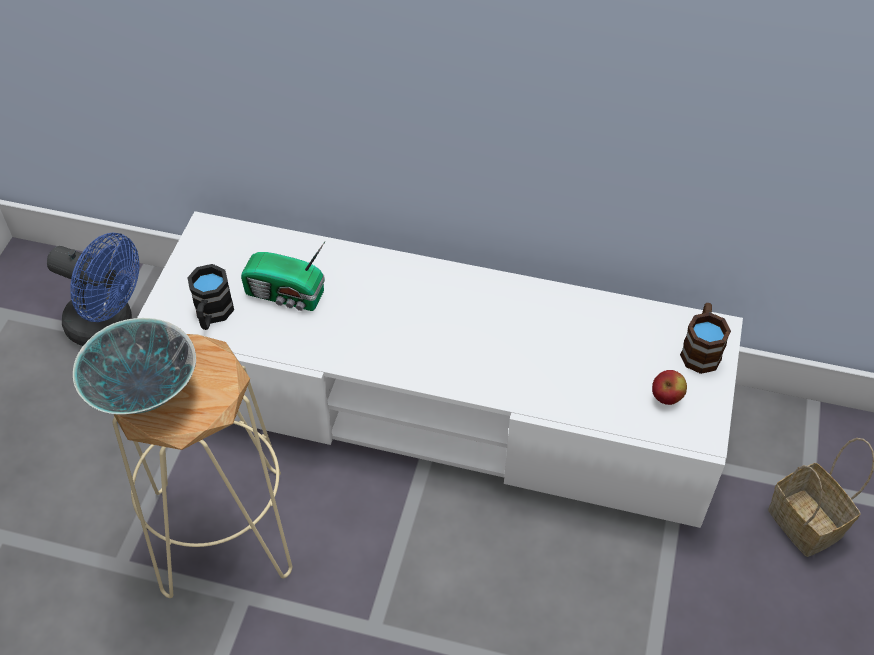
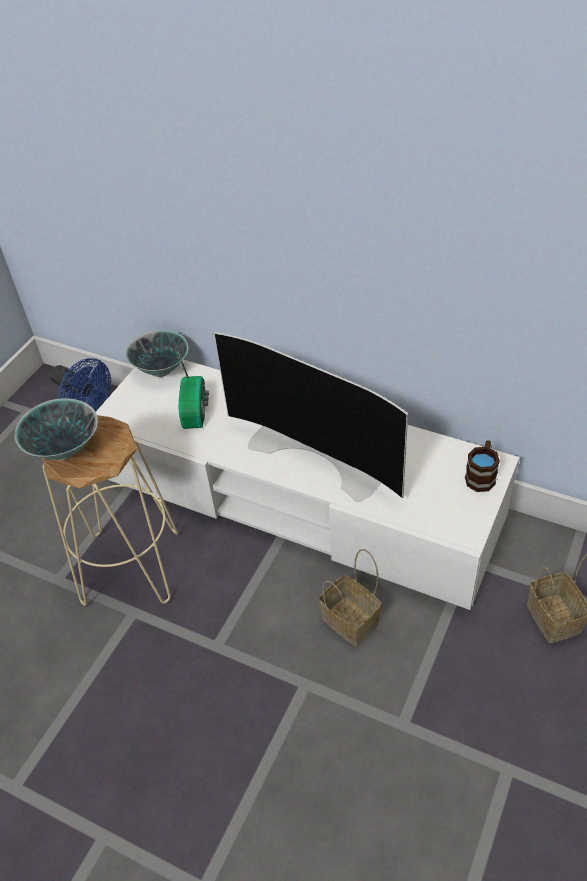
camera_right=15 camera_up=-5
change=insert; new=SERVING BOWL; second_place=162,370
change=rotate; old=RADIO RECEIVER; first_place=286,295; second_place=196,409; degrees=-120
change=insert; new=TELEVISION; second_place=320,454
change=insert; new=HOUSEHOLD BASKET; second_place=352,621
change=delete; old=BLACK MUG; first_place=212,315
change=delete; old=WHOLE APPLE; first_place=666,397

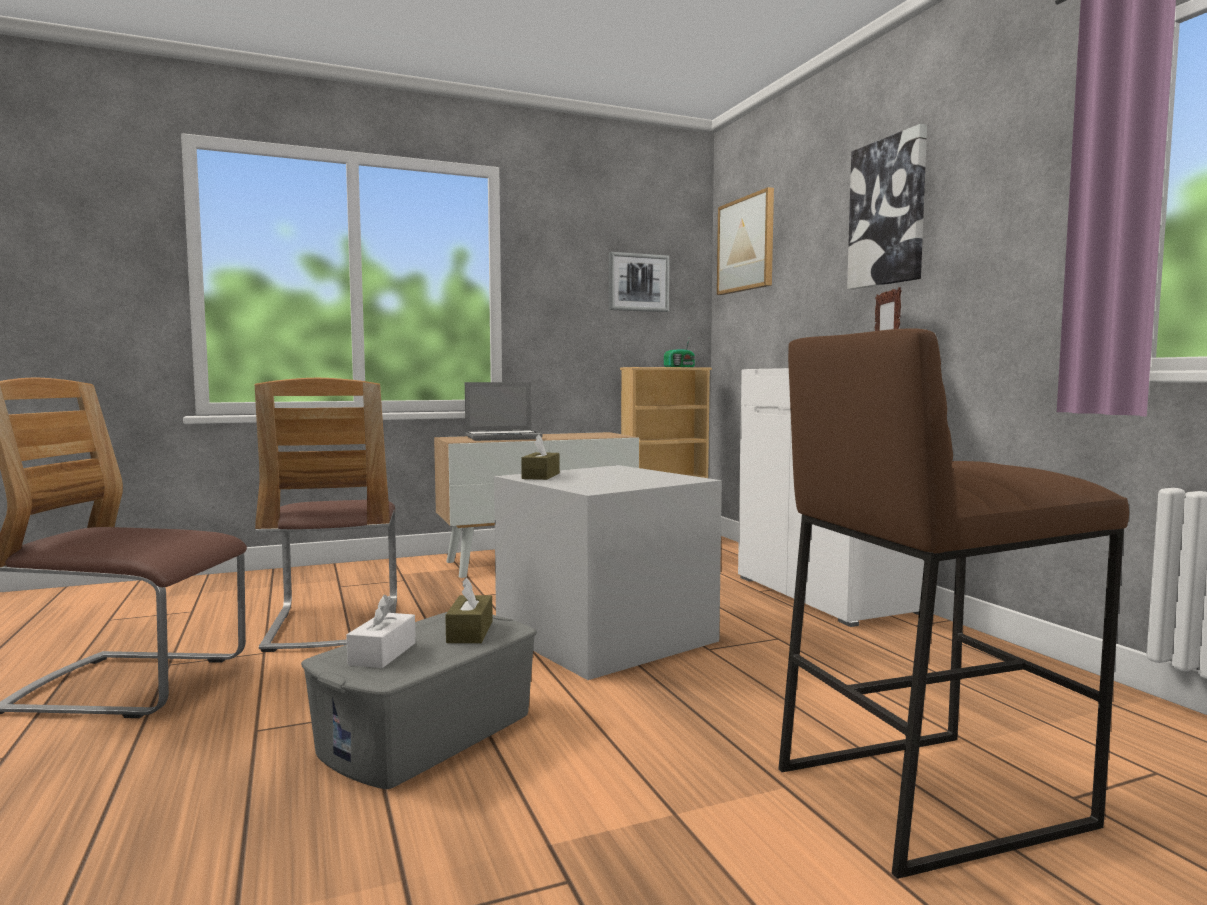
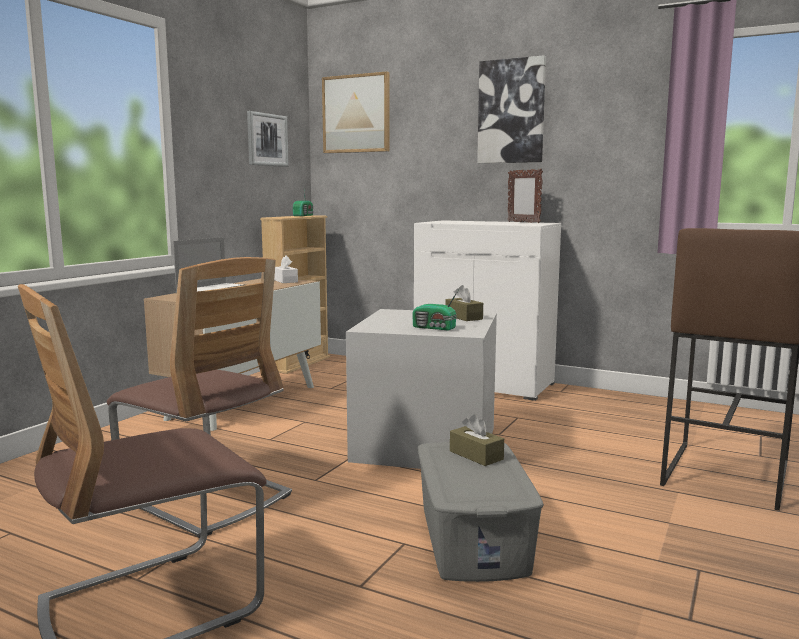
camera_right=-40 camera_up=5
change=move; old=WHITISH TISSUE BOX; first_place=382,654; second_place=285,281
change=insert; new=RADIO RECEIVER; second_place=435,328
change=move; old=BROWNISH TISSUE BOX; first_place=541,476; second_place=463,317

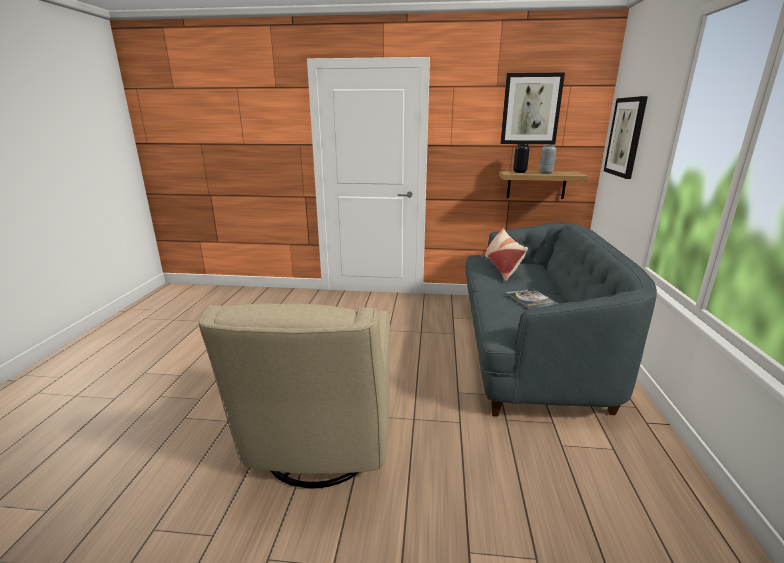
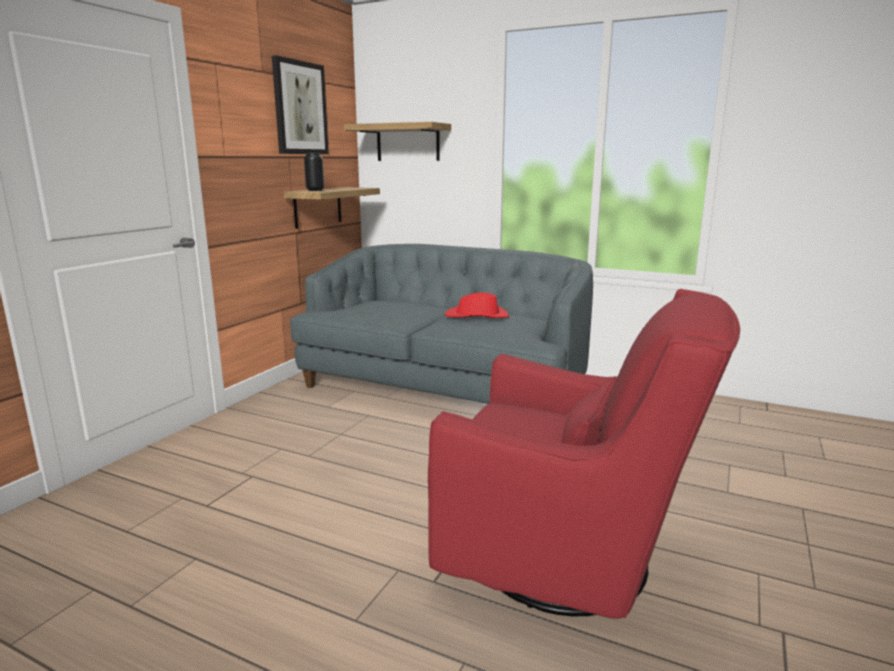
camera_right=-70 camera_up=-5
change=replace; old=WALL ART; new=WALL SHELF; first_place=625,137; second_place=408,143
change=recolor; old=BEIGE LOUNGE CHAIR; new=REDDISH LOUNGE CHAIR; first_place=320,448; second_place=569,559
change=replace; old=VOLUME; new=REDDISH HAT; first_place=532,300; second_place=477,316
change=delete; old=THROW PILLOW; first_place=502,267
change=delete; old=GREYISH DECORATIVE VASE; first_place=545,173

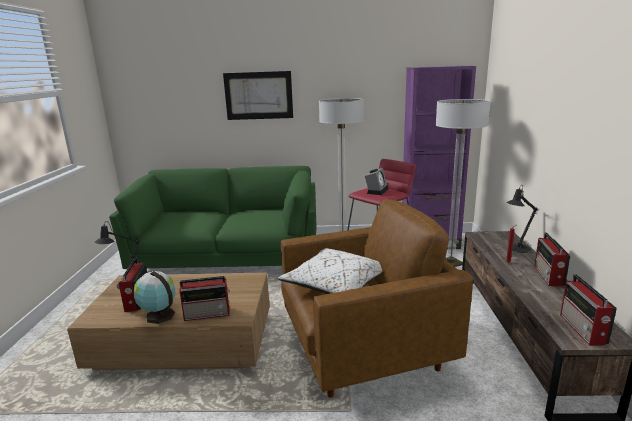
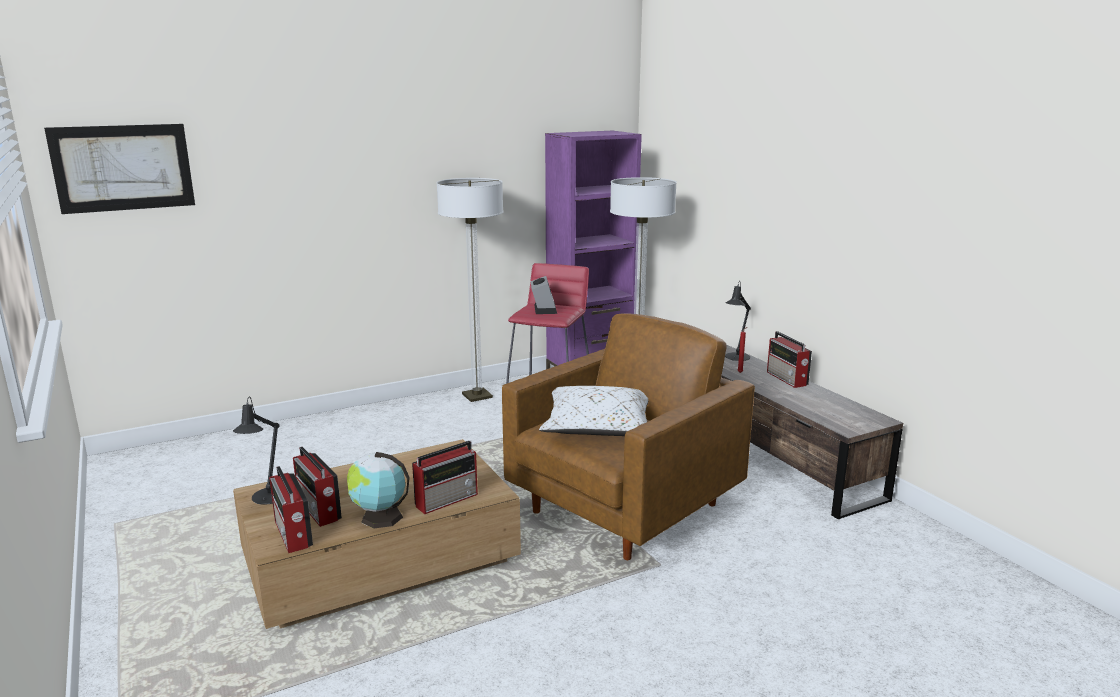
camera_right=-30 camera_up=0
change=move; old=WALL ART; first_place=258,95; second_place=123,168
change=move; old=RADIO RECEIVER; first_place=583,330; second_place=293,535
change=delete; old=GREEN-COLOURED COUCH; first_place=229,257

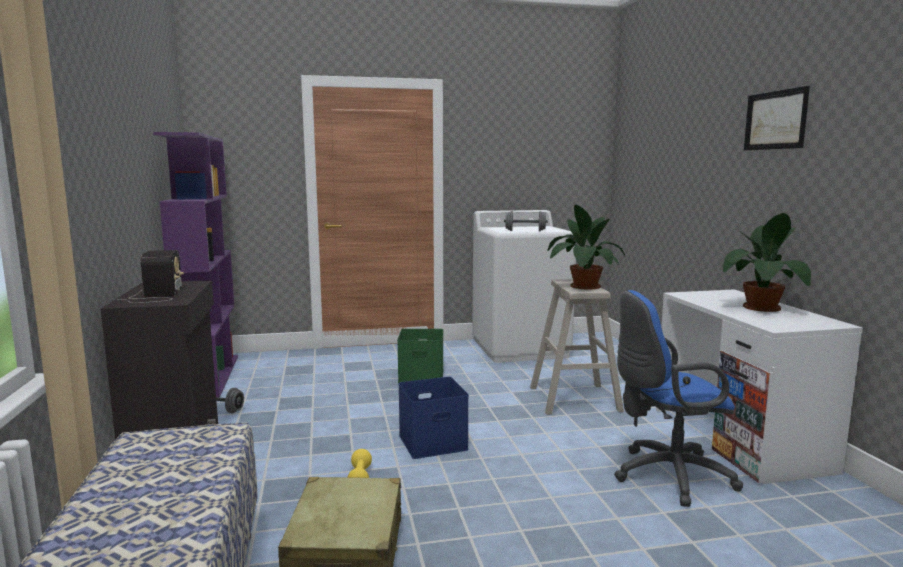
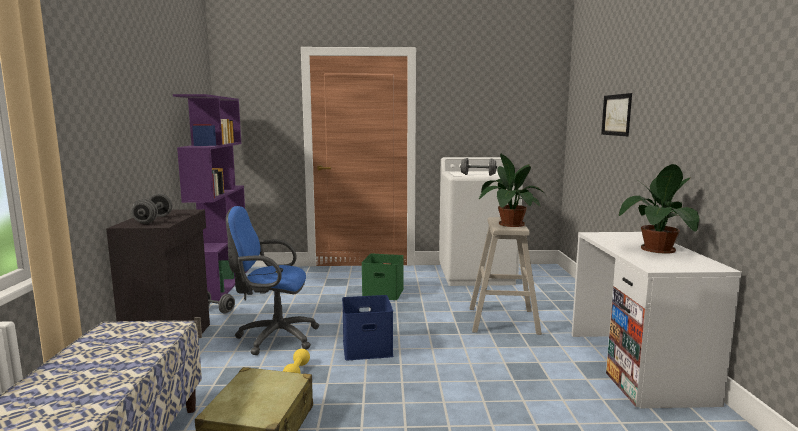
camera_right=10 camera_up=0
change=replace; old=RADIO RECEIVER; new=GREYISH DUMBBELL; first_place=156,295; second_place=153,220
change=move; old=BLUISH COMPUTER CHAIR; first_place=666,476; second_place=273,337
change=move; old=WALL ART; first_place=775,120; second_place=616,115

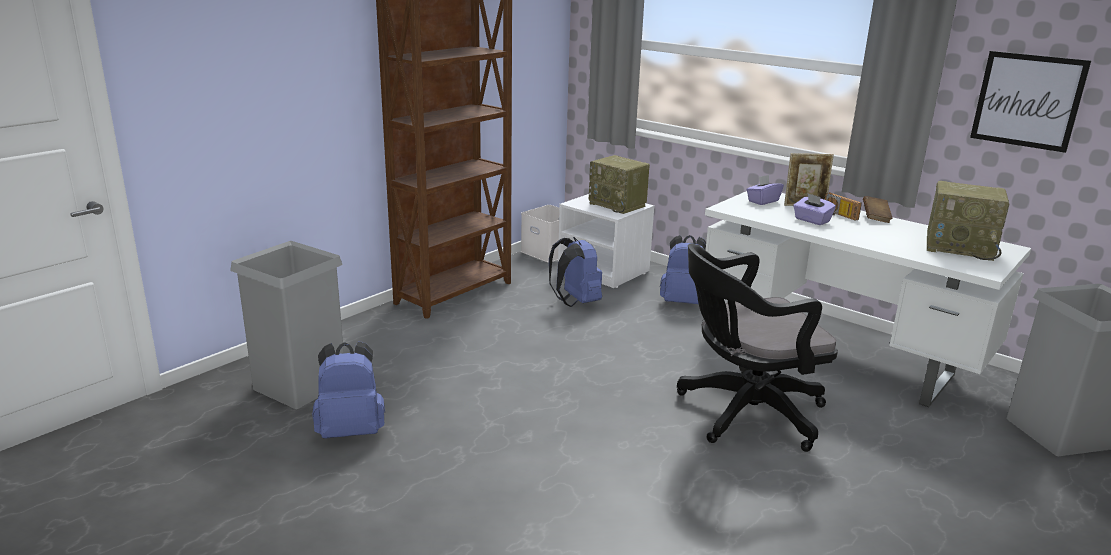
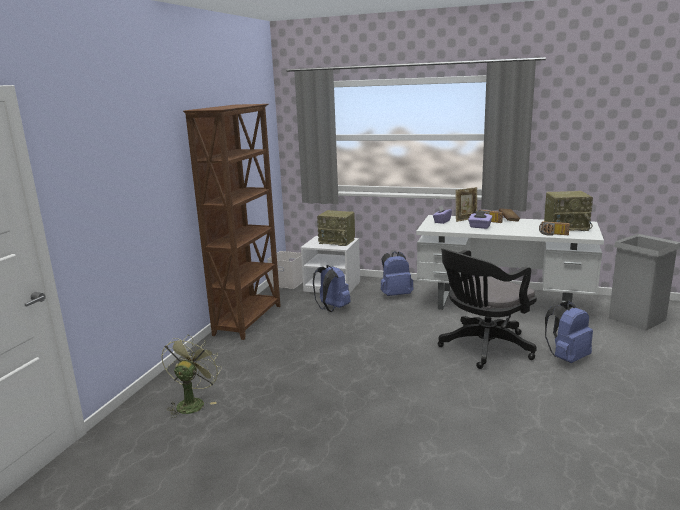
camera_right=-20 camera_up=-5
change=replace; old=GREYISH WASTE BIN; new=GREEN-COLOURED FAN; first_place=300,385; second_place=192,403
change=insert; new=RADIO RECEIVER; second_place=553,234
change=move; old=BLUISH RUCKSACK; first_place=351,430; second_place=567,358
change=delete; old=WALL ART; first_place=1027,100

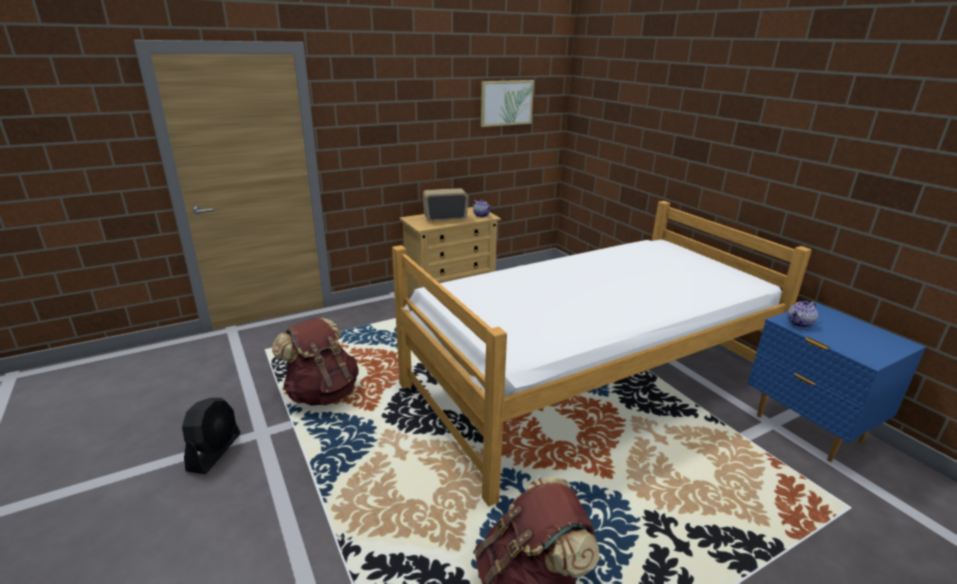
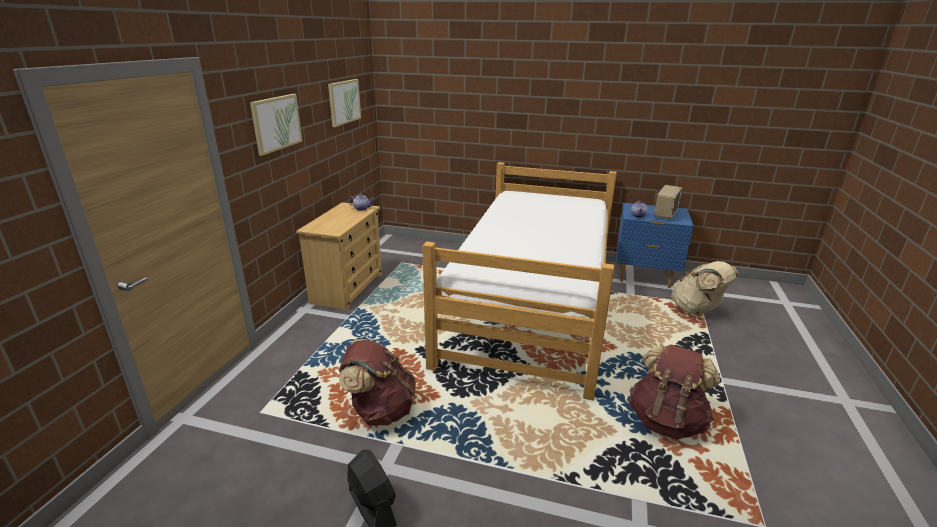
camera_right=-45 camera_up=0
change=insert; new=WALL ART; second_place=276,123
change=move; old=RADIO RECEIVER; first_place=445,219; second_place=664,214
change=insert; new=BEIGE RUCKSACK; second_place=697,310

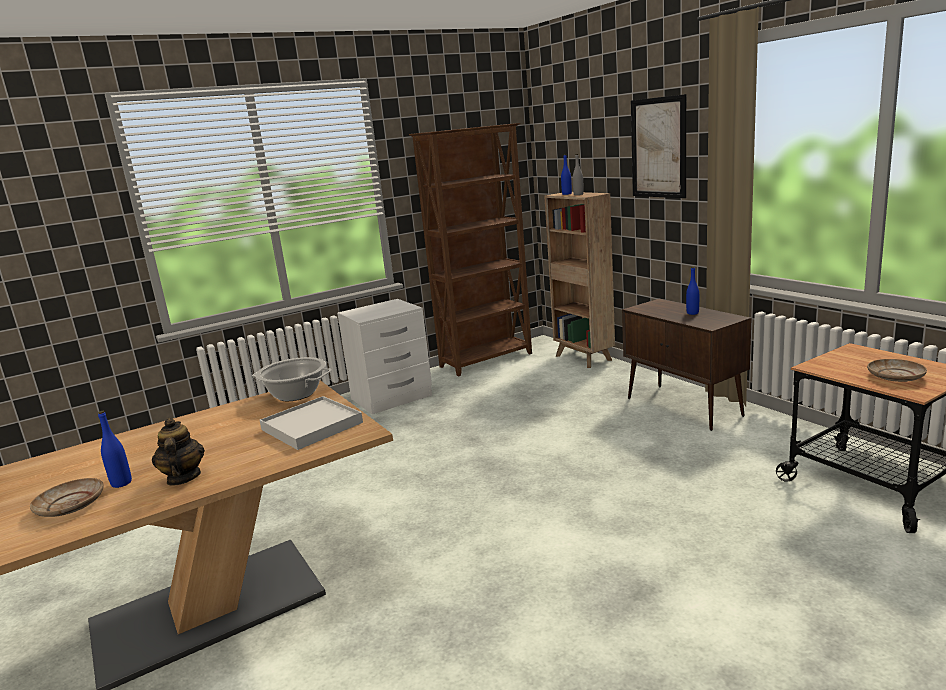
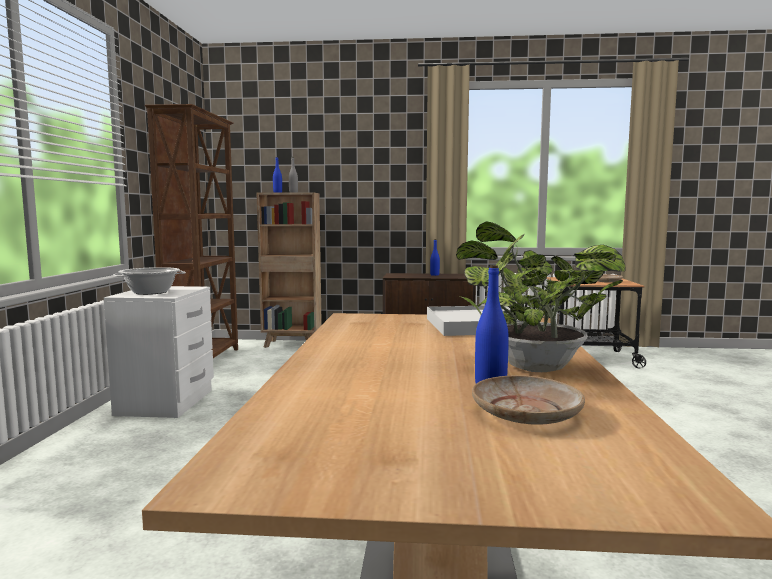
camera_right=-55 camera_up=-10
change=move; old=COOKING POT; first_place=295,394; second_place=150,292
change=replace; old=POT FOR TEA; new=POTTED PLANT; first_place=183,478; second_place=529,366
change=delete; old=WALL ART; first_place=658,148

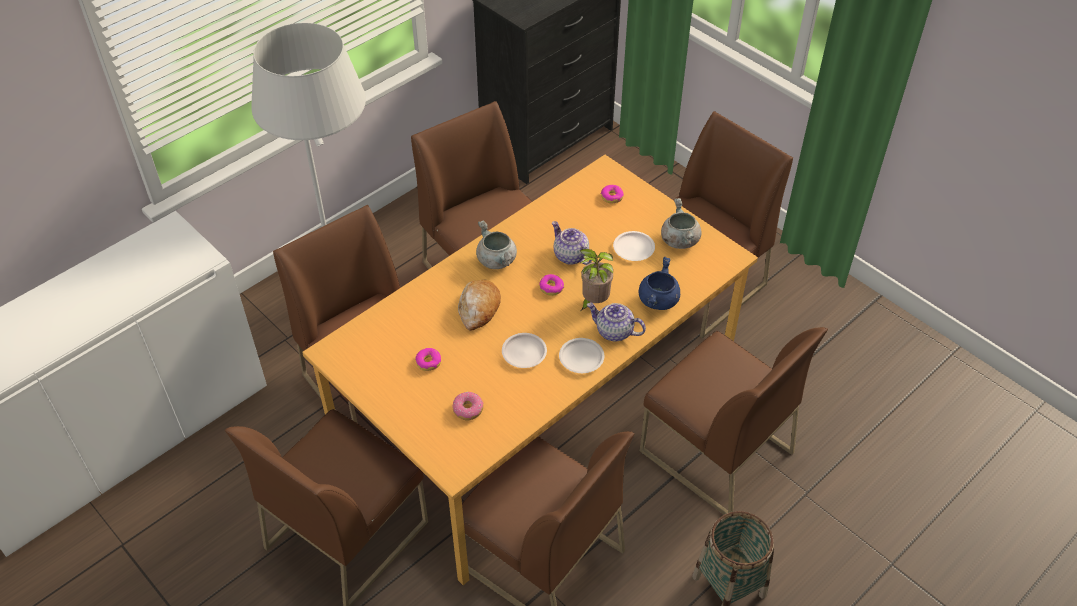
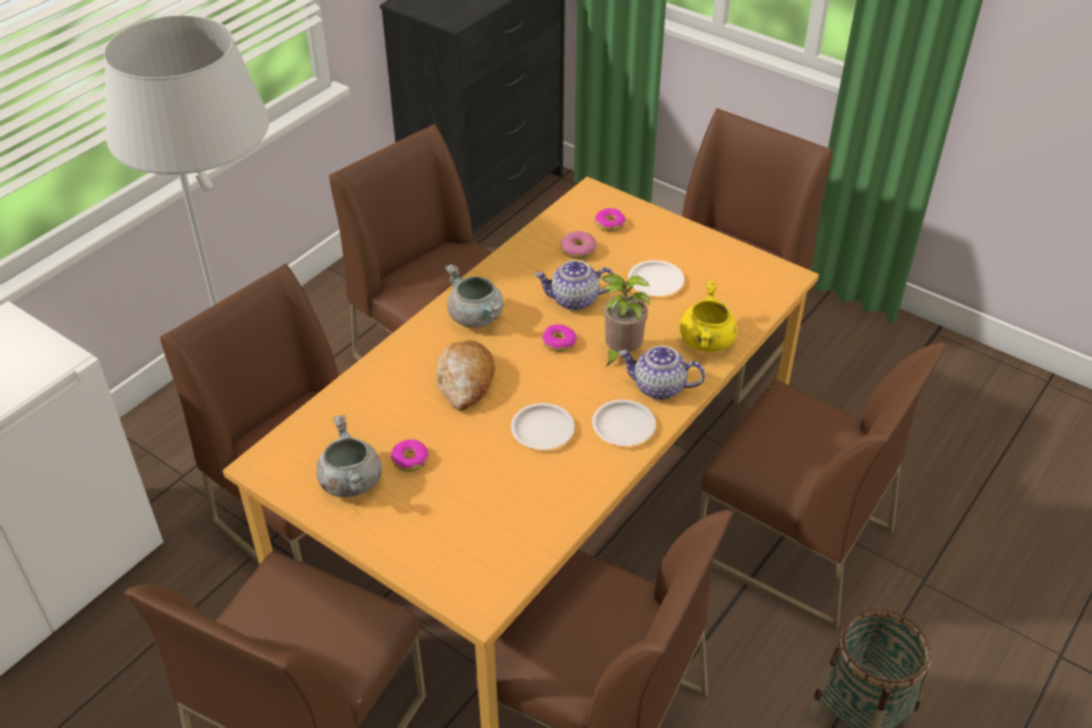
camera_right=-10 camera_up=-5
change=move; old=GREYISH COOKING POT; first_place=679,240; second_place=350,481
change=rotate; old=POT FOR TEA; first_place=570,256; second_place=574,300; degrees=-45
change=move; old=RING DOUGHNUT; first_place=468,409; second_place=578,250
change=recolor; old=BLUISH COOKING POT; new=YELLOW COOKING POT; first_place=658,301; second_place=707,342

